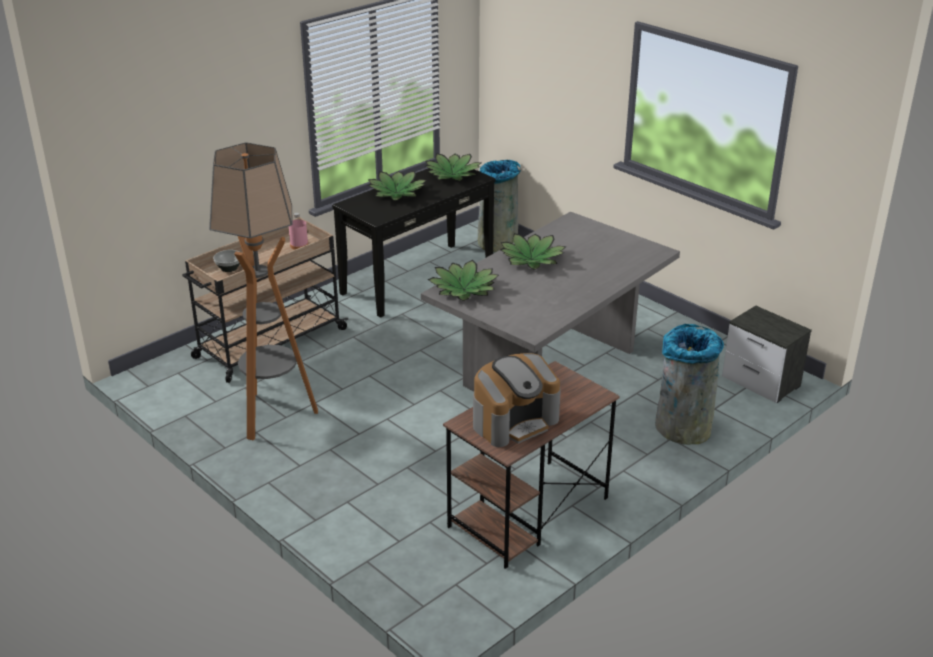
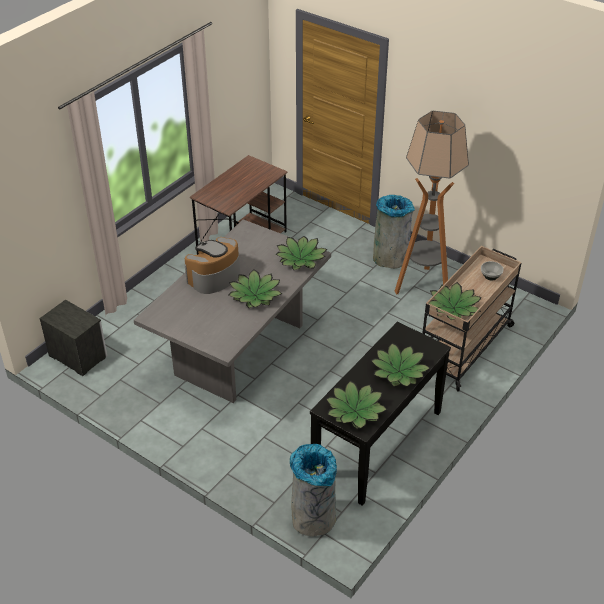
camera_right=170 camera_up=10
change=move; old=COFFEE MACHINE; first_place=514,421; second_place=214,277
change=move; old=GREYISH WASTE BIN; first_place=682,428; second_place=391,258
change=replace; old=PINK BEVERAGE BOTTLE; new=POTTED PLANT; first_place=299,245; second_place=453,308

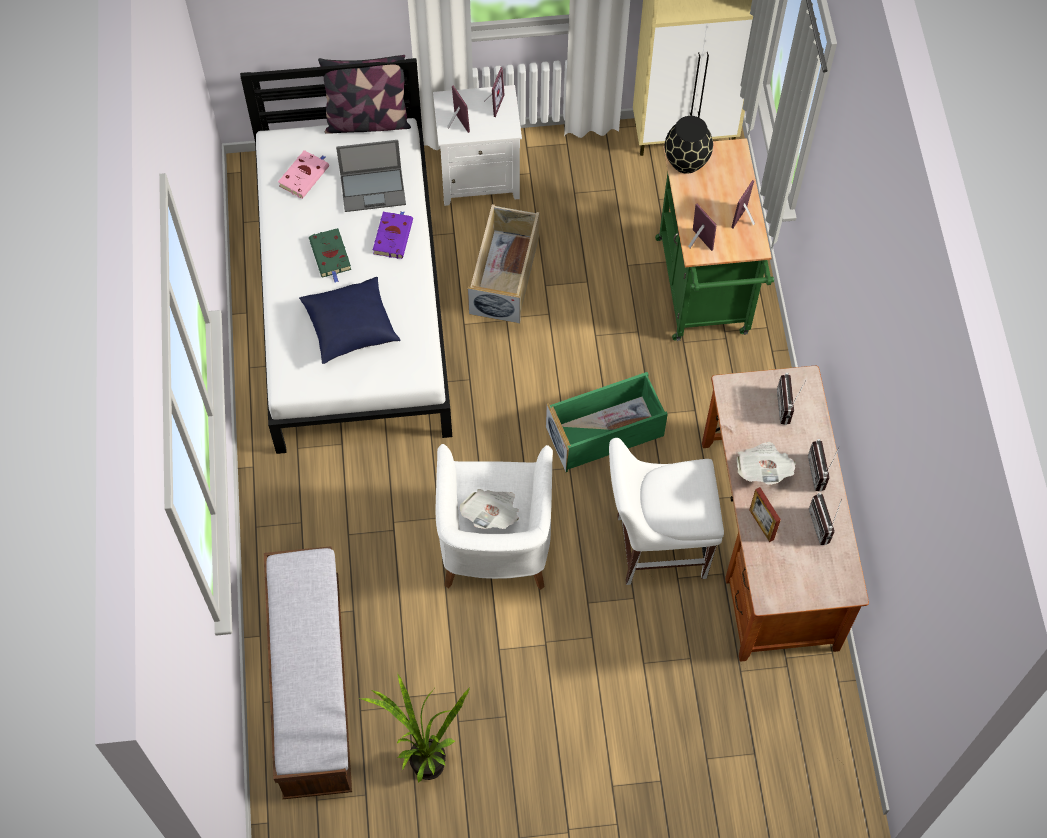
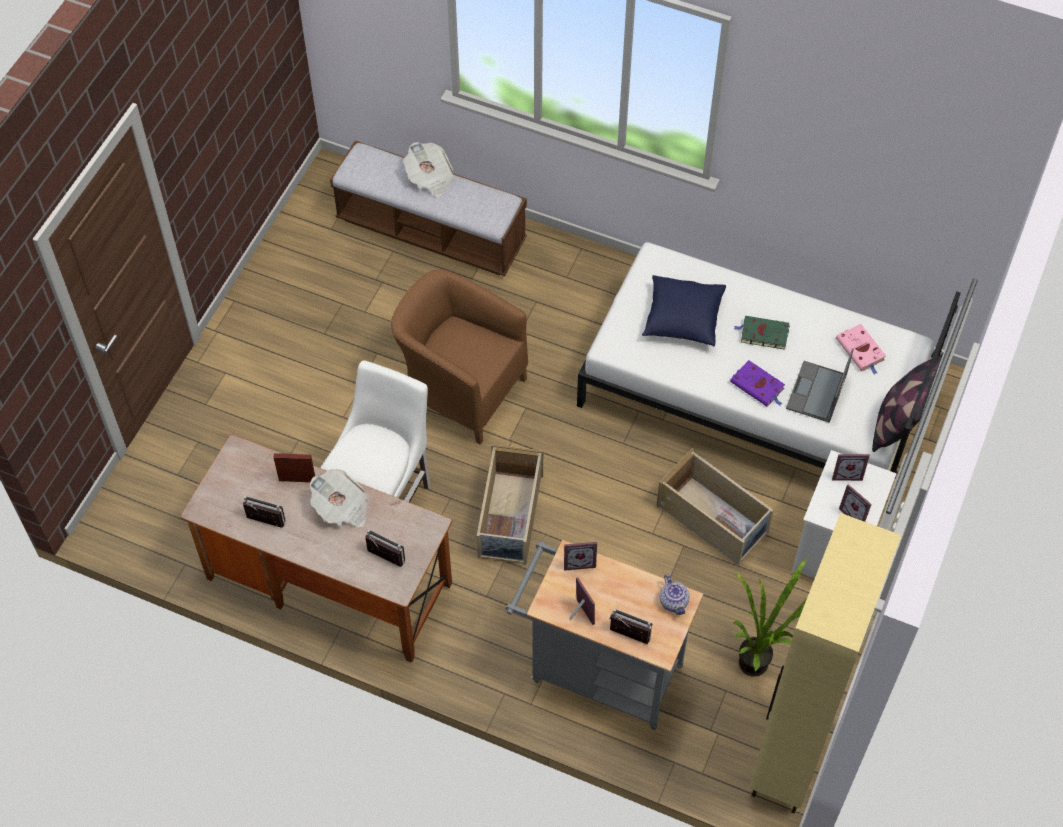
camera_right=120 camera_up=-5
change=recolor; old=WHITISH LOUNGE CHAIR; new=BROWNISH LOUNGE CHAIR; first_place=495,547; second_place=460,389
change=move; old=DAILY PAPER; first_place=492,514; second_place=430,178
change=recolor; old=GREEN-COLOURED STORAGE CONTAINER; new=BEIGE STORAGE CONTAINER; first_place=605,432; second_place=510,517
change=recolor; old=GREEN-COLOURED CART; new=GREYISH CART; first_place=704,293; second_place=598,670
change=move; old=RADIO RECEIVER; first_place=821,473; second_place=627,637
change=replace; old=BLACK DECORATIVE VASE; new=POT FOR TEA; first_place=686,161; second_place=674,602
change=move; old=POTTED PLANT; first_place=422,759; second_place=760,662

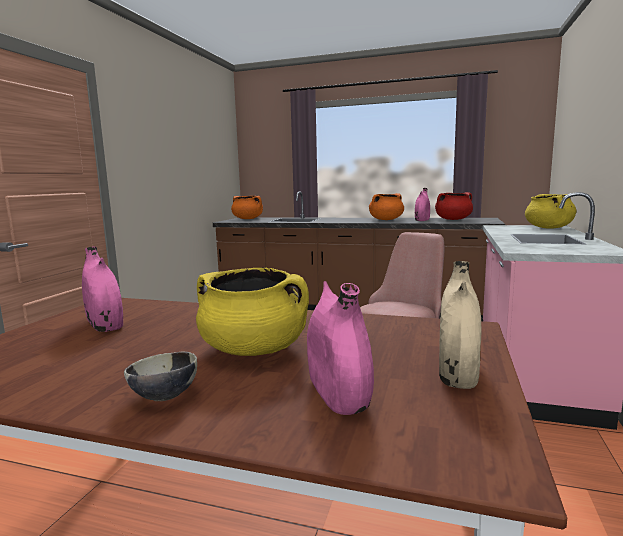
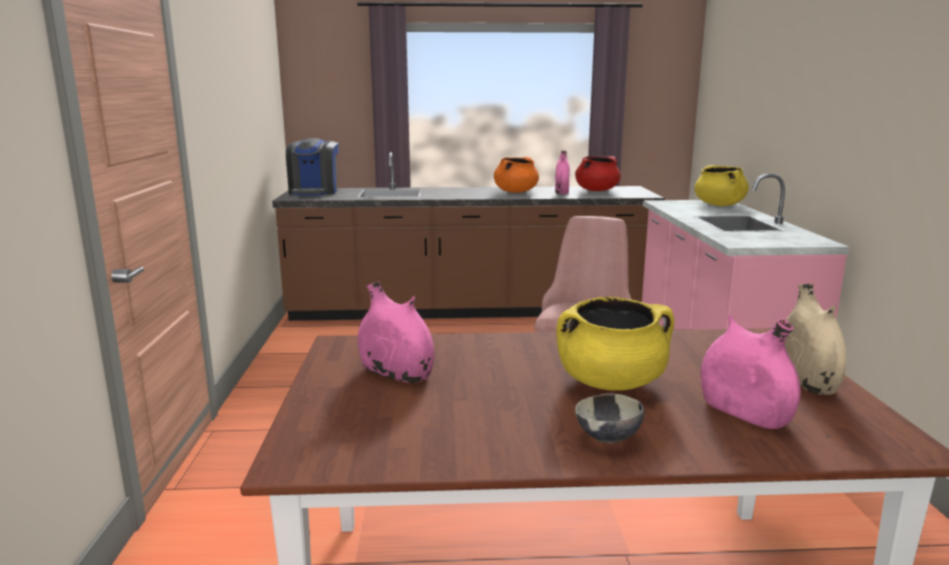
camera_right=-20 camera_up=5
change=replace; old=ORANGEY COOKING POT; new=COFFEE MACHINE; first_place=248,219; second_place=314,192

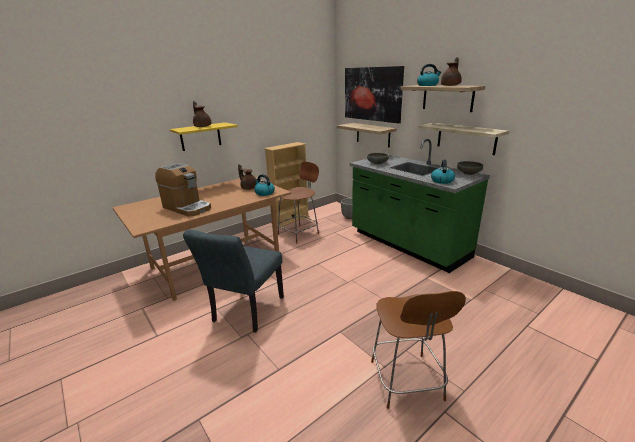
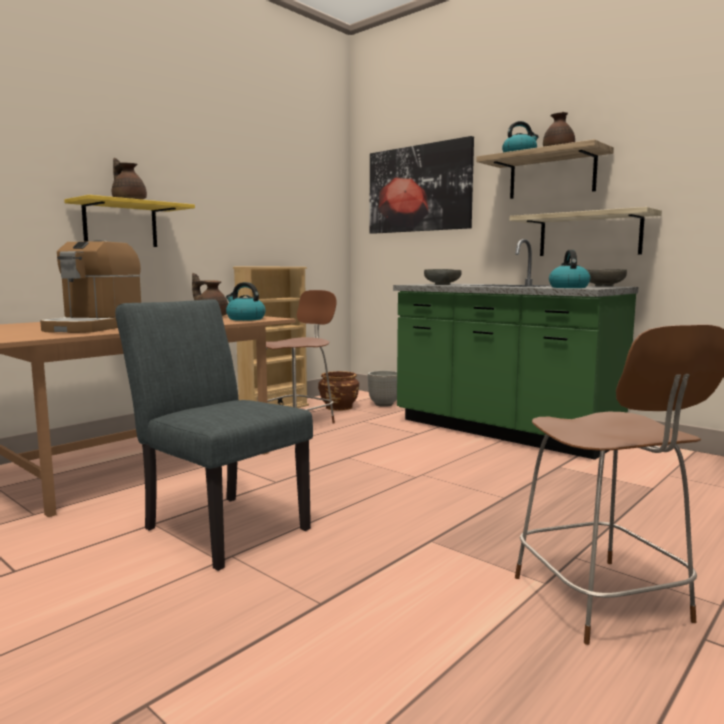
camera_right=-10 camera_up=-15
change=rotate; old=COFFEE MACHINE; first_place=187,208; second_place=94,327; degrees=75
change=rotate; old=GREYISH PLAIN CHAIR; first_place=245,312; second_place=219,525; degrees=120
change=insert; new=BROWNISH PLANTER; second_place=339,407
change=delete; old=WALL SHELF; first_place=373,134

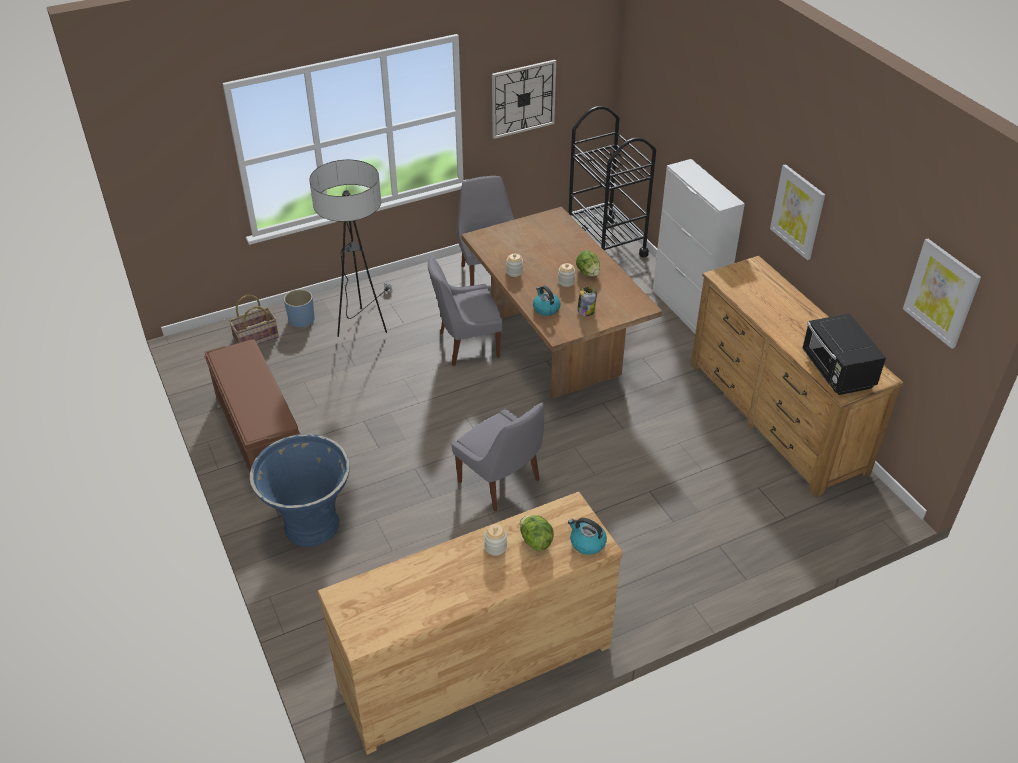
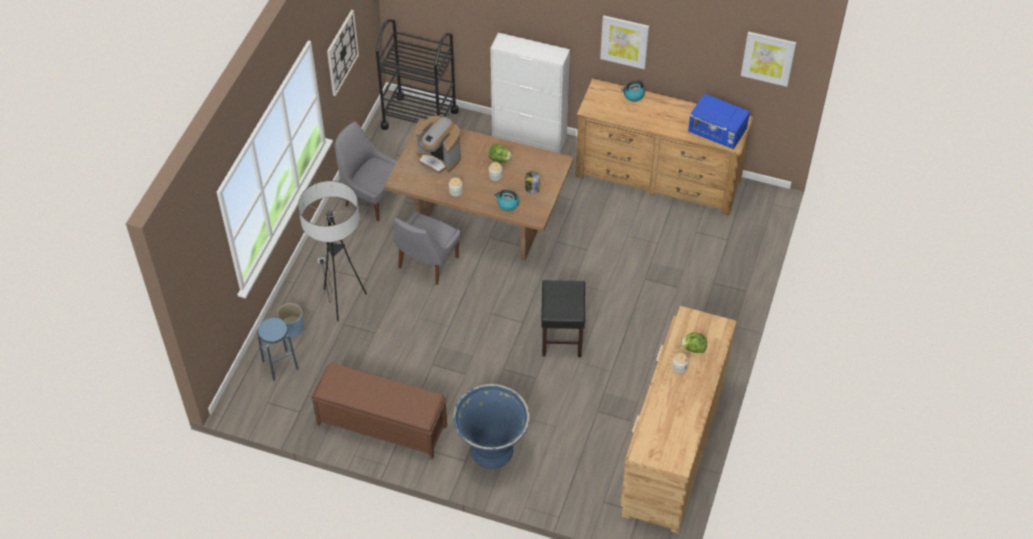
camera_right=-45 camera_up=10
change=replace; old=HOUSEHOLD BASKET; new=BLUISH STOOL; first_place=256,338; second_place=280,365
change=insert; new=COFFEE MACHINE; second_place=439,159
change=replace; old=GREYISH PLAIN CHAIR; new=BLACK STOOL; first_place=501,482; second_place=562,338
change=move; old=KETTLE; first_place=587,543; second_place=633,96
change=recolor; old=BLACK MICROWAVE OVEN; new=BLUISH MICROWAVE OVEN; first_place=837,372; second_place=717,134

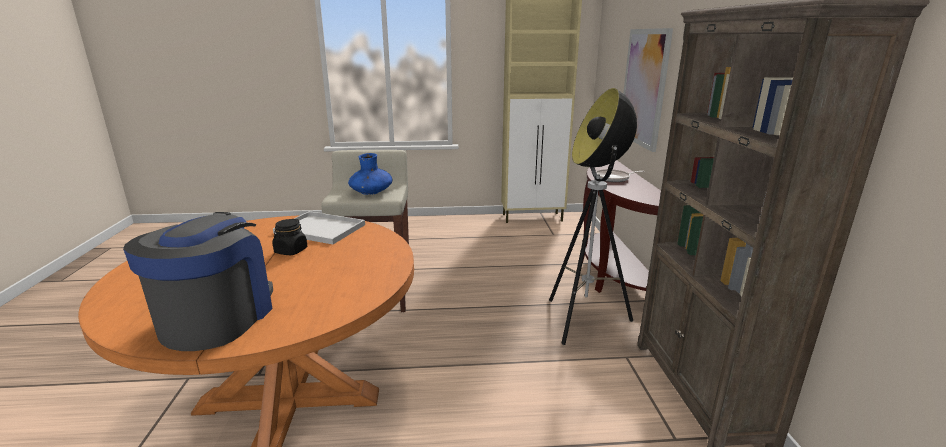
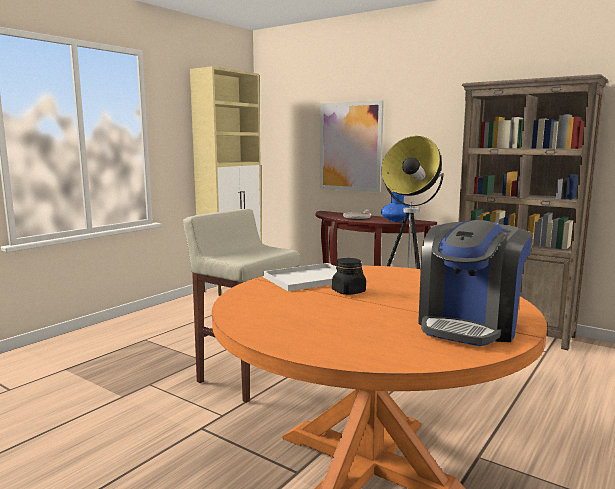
camera_right=-50 camera_up=-10
change=move; old=BLUISH DECORATIVE VASE; first_place=371,192; second_place=397,221
change=rotate; old=COFFEE MACHINE; first_place=218,318; second_place=469,325; degrees=-105

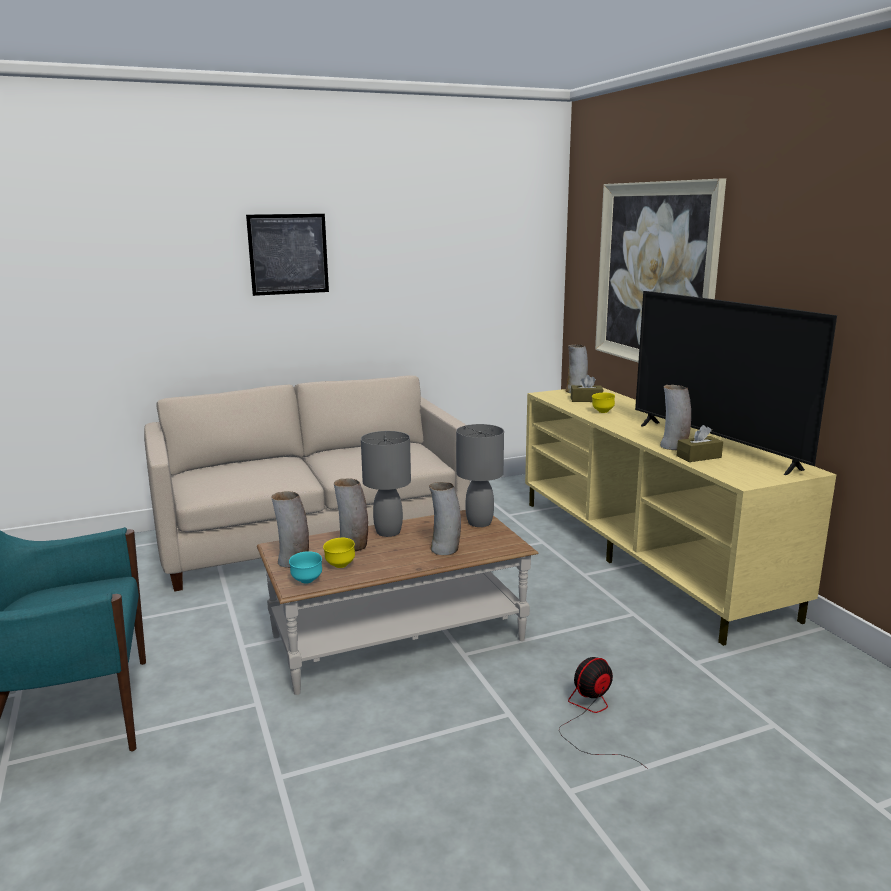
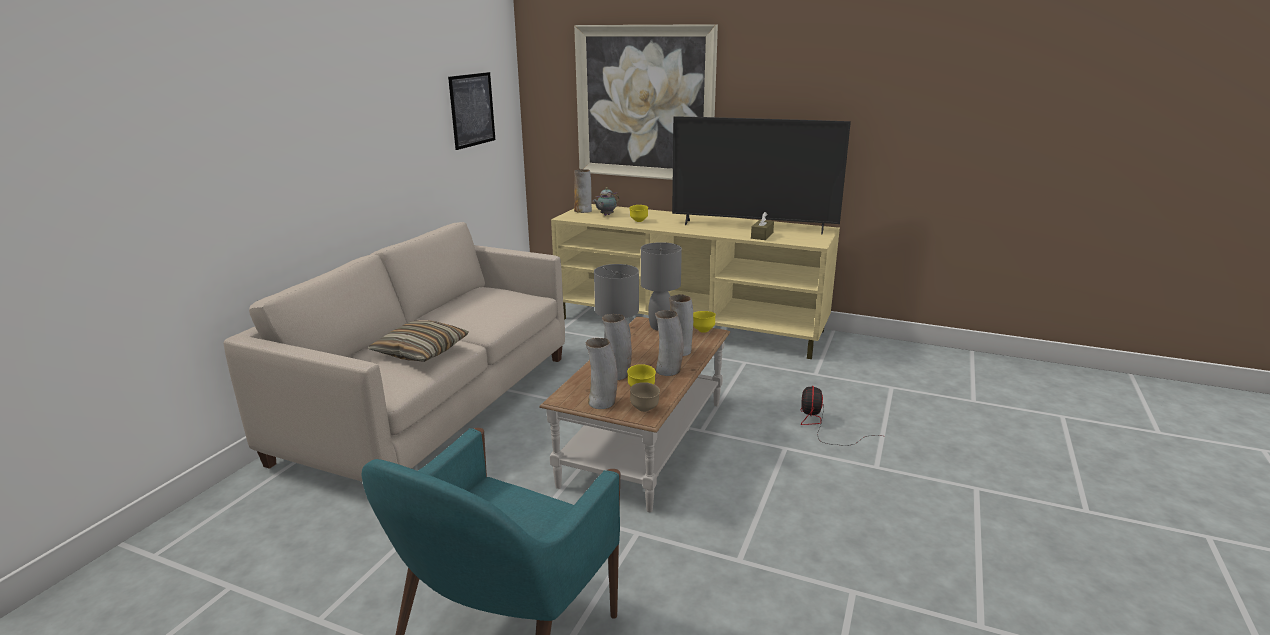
camera_right=-45 camera_up=5
change=insert; new=THROW PILLOW; second_place=421,351
change=move; old=WALL ART; first_place=288,254; second_place=472,110
change=replace; old=BROWNISH TISSUE BOX; new=POT FOR TEA; first_place=586,400; second_place=606,215
change=recolor; old=TURQUOISE SERVING BOWL; new=BROWNISH SERVING BOWL; first_place=307,581; second_place=645,409
change=move; old=DECORATIVE VASE; first_place=674,447; second_place=668,370
change=insert; new=YELLOW SERVING BOWL; second_place=703,331

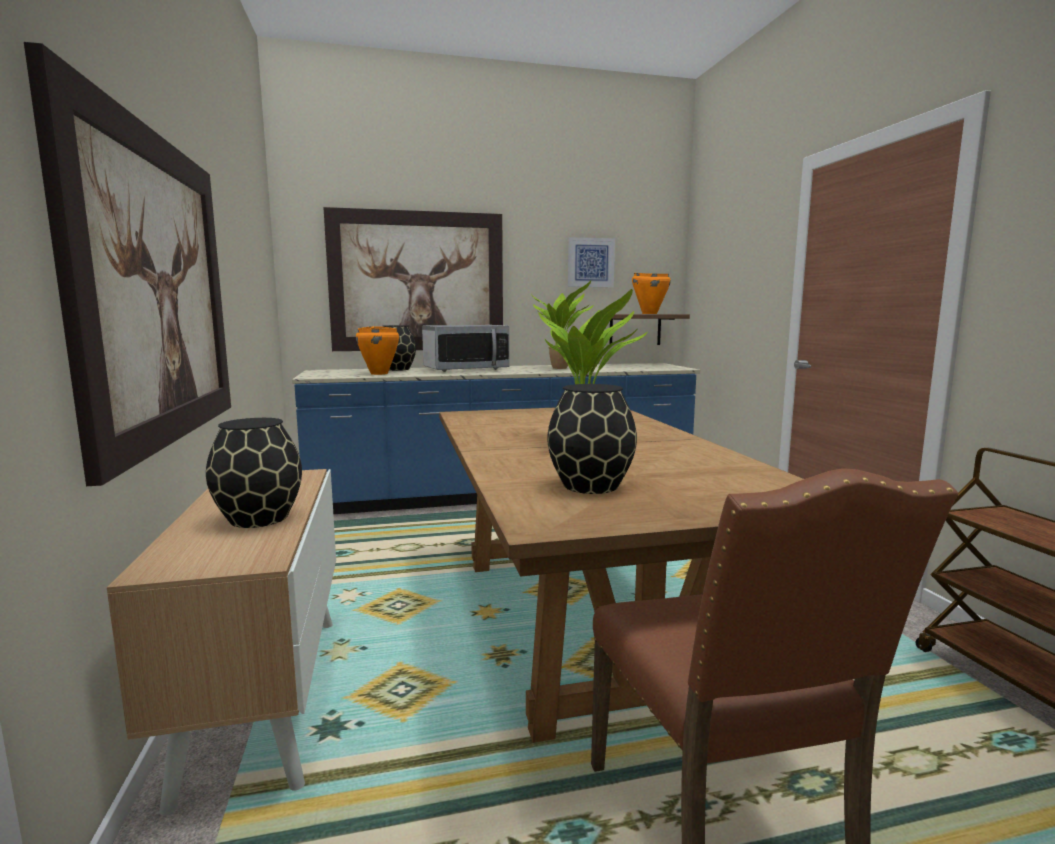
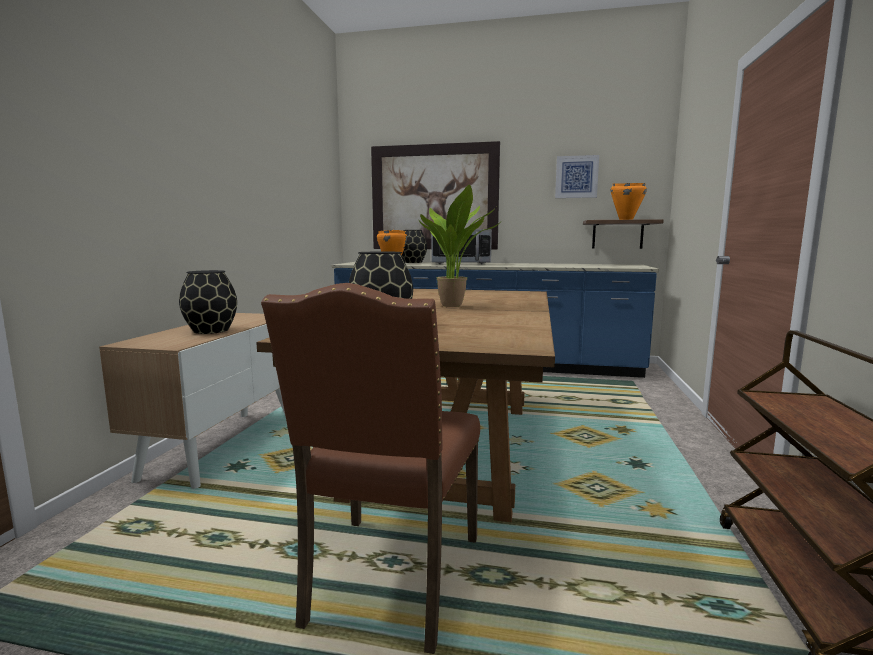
camera_right=25 camera_up=0
change=delete; old=WALL ART; first_place=158,289
change=delete; old=POTTED PLANT; first_place=561,368

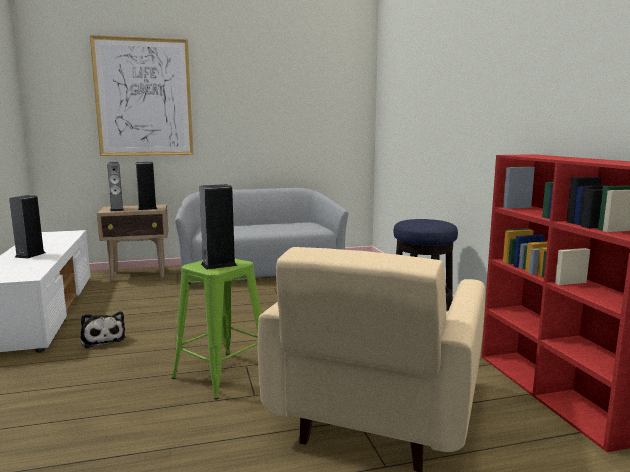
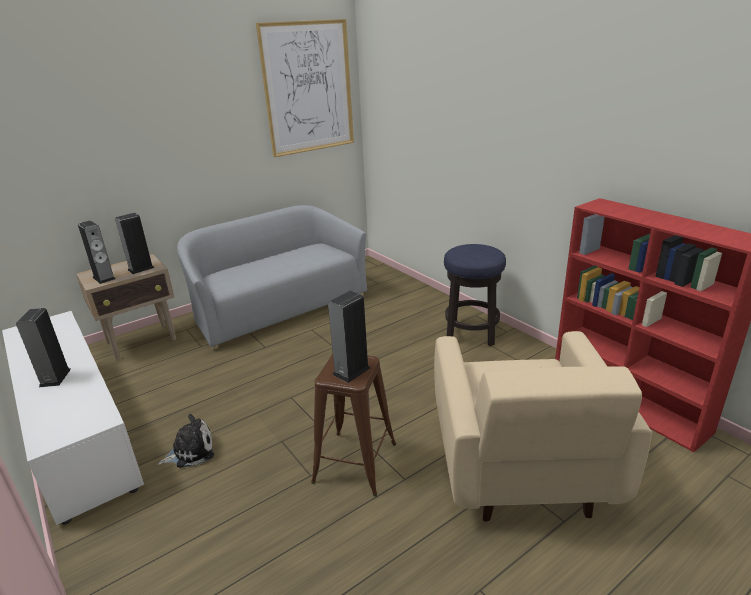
camera_right=-20 camera_up=15
change=rotate; old=CUDDLY TOY; first_place=103,339; second_place=191,451; degrees=-60
change=move; old=WALL ART; first_place=144,97; second_place=308,88
change=recolor; old=GREEN-COLOURED STOOL; new=BROWNISH STOOL; first_place=221,374; second_place=355,463

